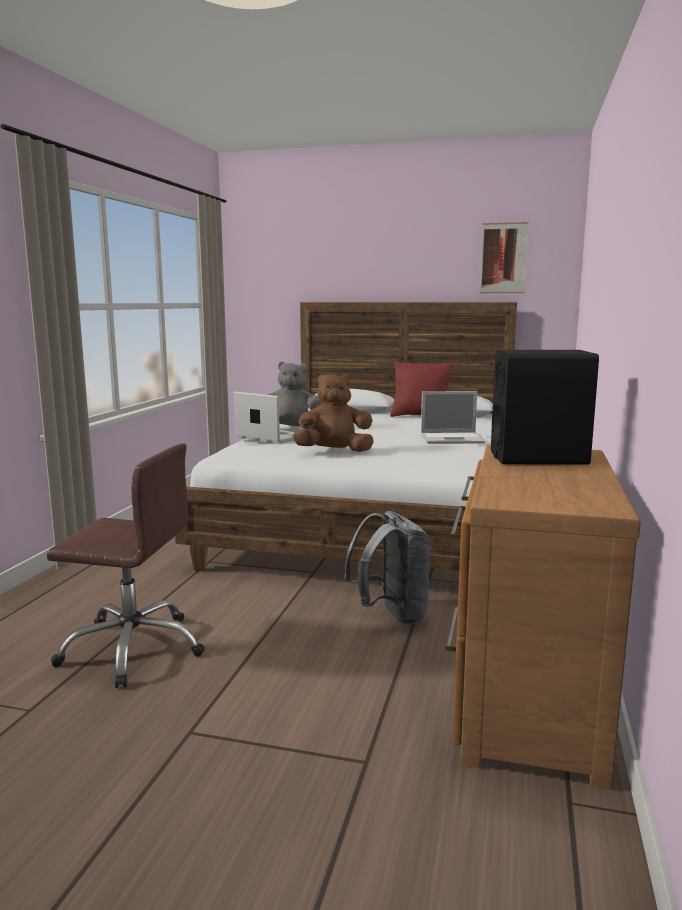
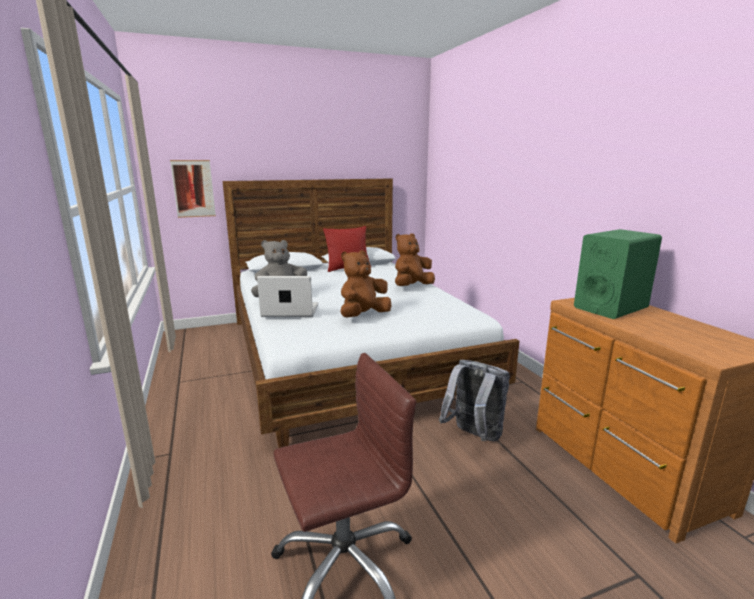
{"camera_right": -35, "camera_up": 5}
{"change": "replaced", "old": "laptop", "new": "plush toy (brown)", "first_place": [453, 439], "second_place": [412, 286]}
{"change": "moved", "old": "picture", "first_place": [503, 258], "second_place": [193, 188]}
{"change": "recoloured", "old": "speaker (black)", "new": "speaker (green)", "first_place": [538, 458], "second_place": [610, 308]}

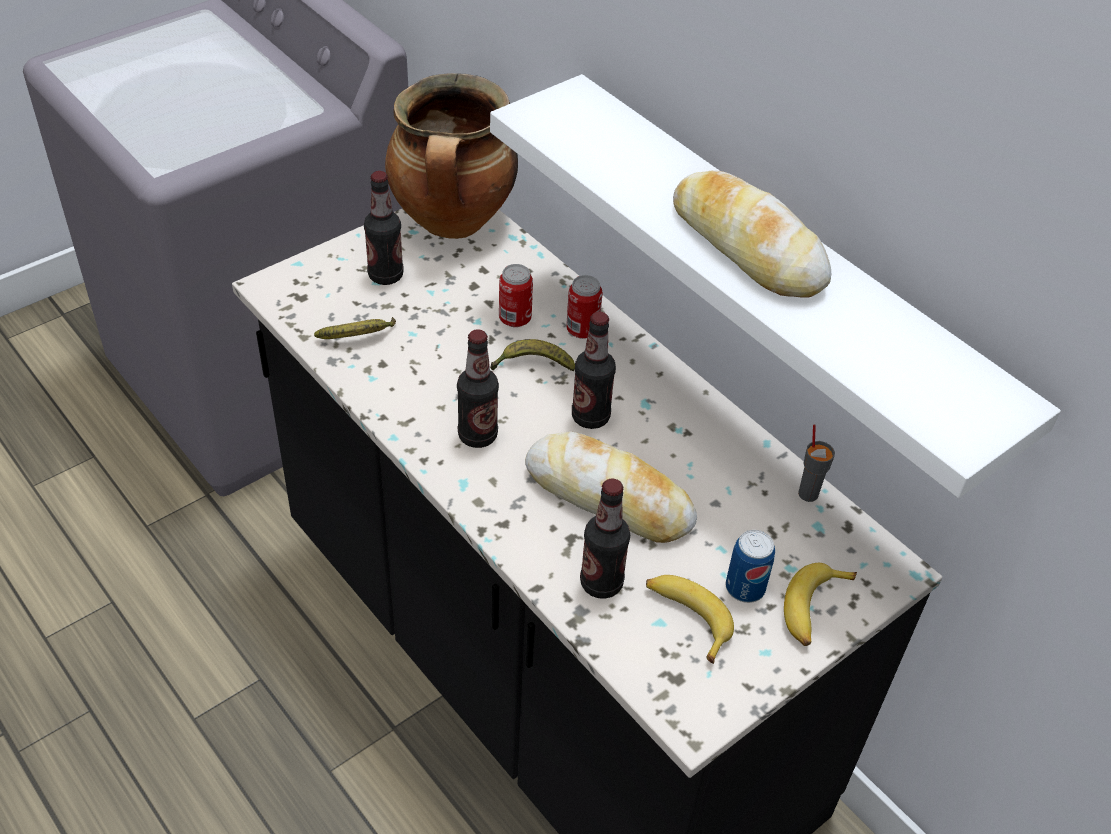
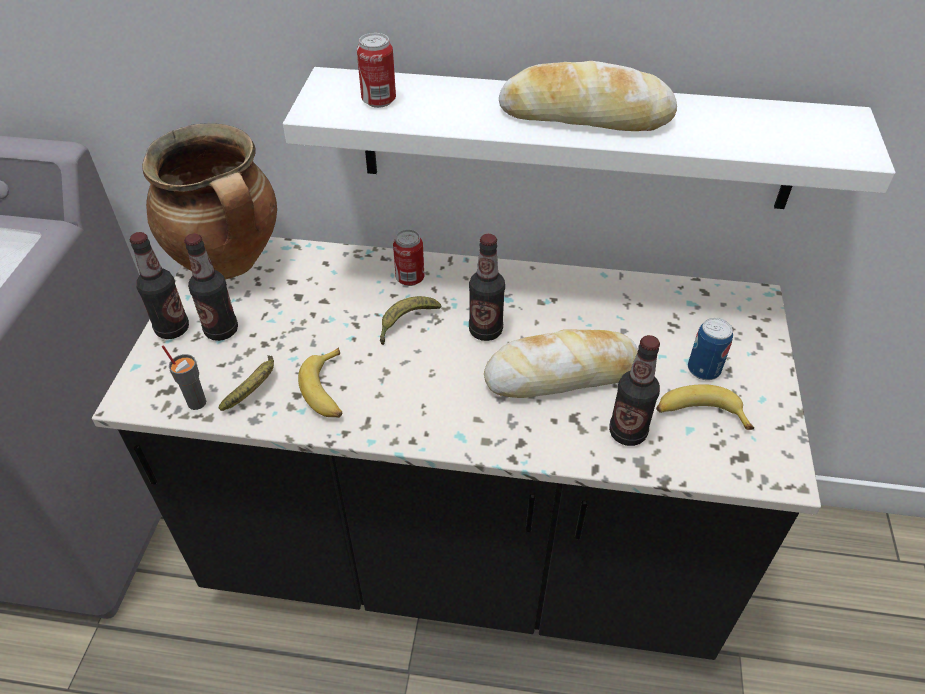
{"camera_right": -40, "camera_up": 0}
{"change": "moved", "old": "bottle", "first_place": [477, 435], "second_place": [172, 329]}
{"change": "moved", "old": "can", "first_place": [515, 319], "second_place": [379, 101]}
{"change": "moved", "old": "banana", "first_place": [814, 610], "second_place": [328, 390]}
{"change": "moved", "old": "cup (grey)", "first_place": [808, 493], "second_place": [196, 402]}

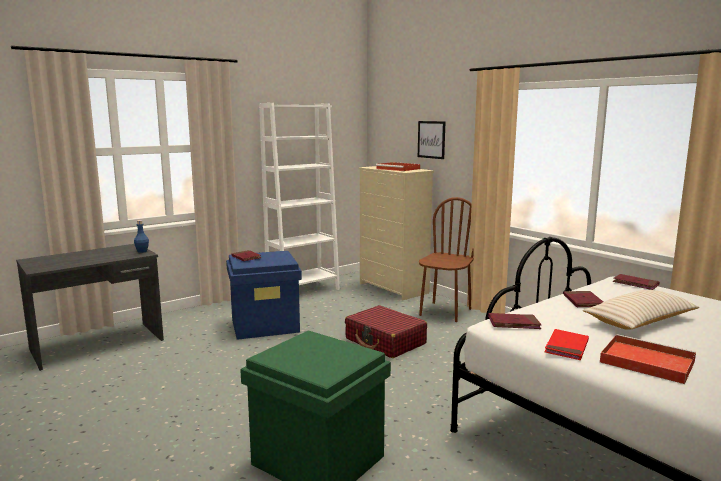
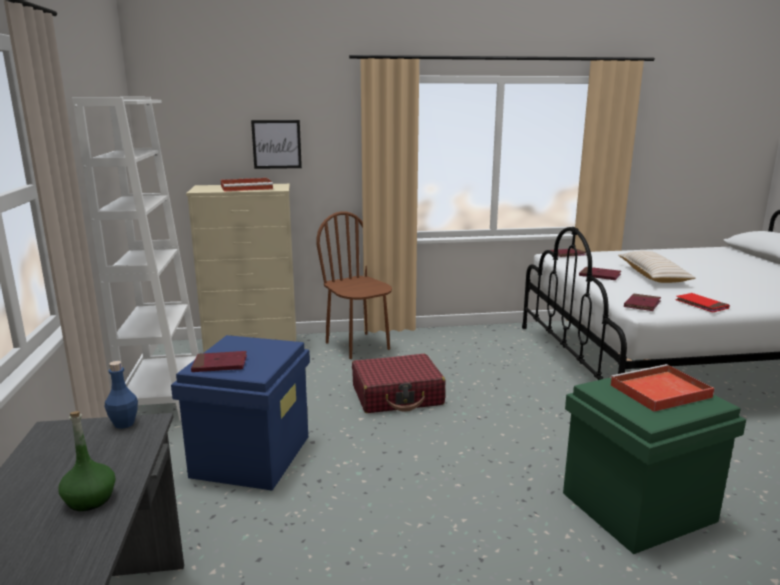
{"camera_right": -60, "camera_up": 5}
{"change": "moved", "old": "tray (red)", "first_place": [645, 361], "second_place": [659, 391]}
{"change": "added", "new": "bottle (green)", "second_place": [90, 499]}

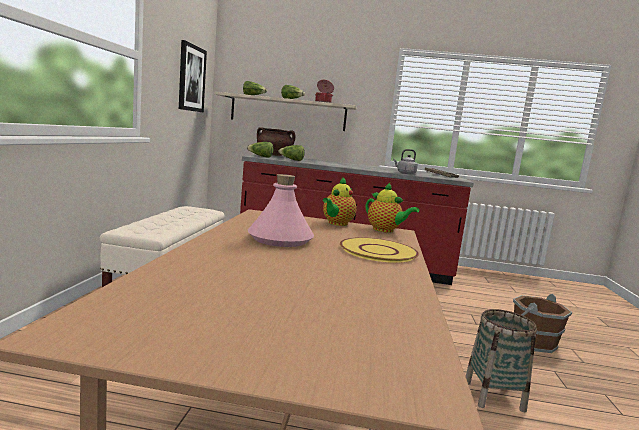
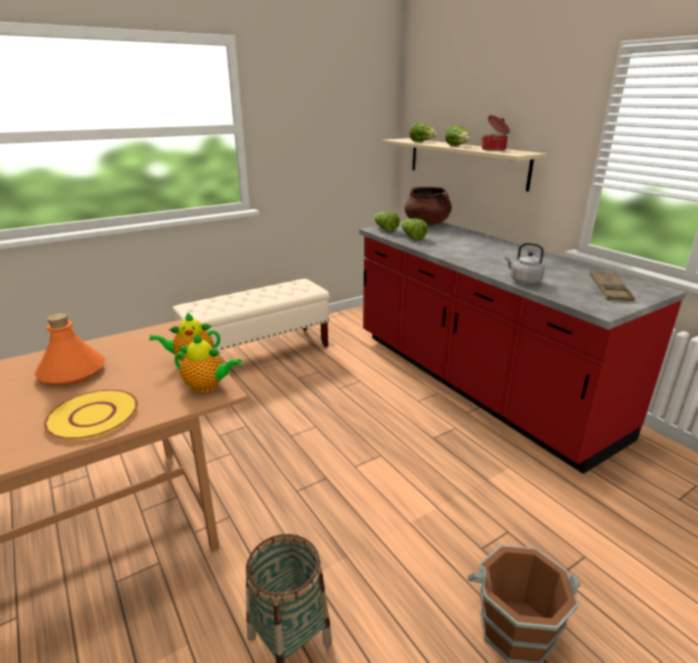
{"camera_right": 50, "camera_up": 15}
{"change": "removed", "old": "picture", "first_place": [191, 78]}
{"change": "recoloured", "old": "bottle (pink)", "new": "bottle (orange)", "first_place": [280, 239], "second_place": [73, 372]}
{"change": "turned", "old": "teapot", "first_place": [385, 230], "second_place": [207, 386], "degrees": -75}

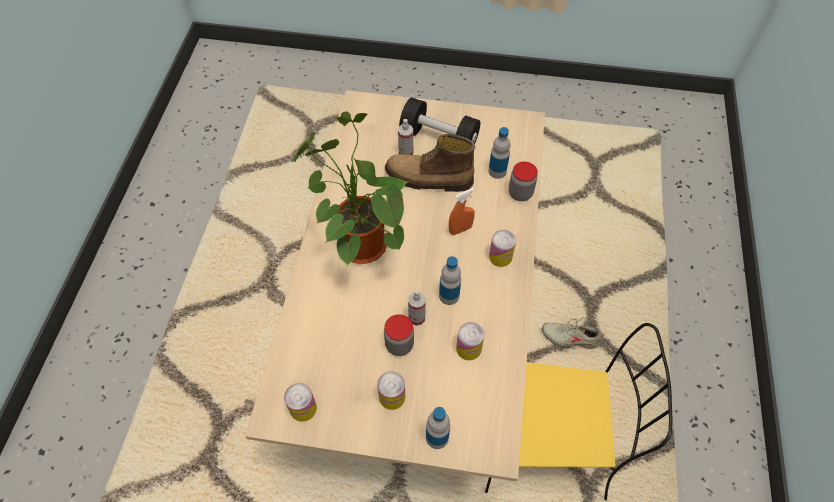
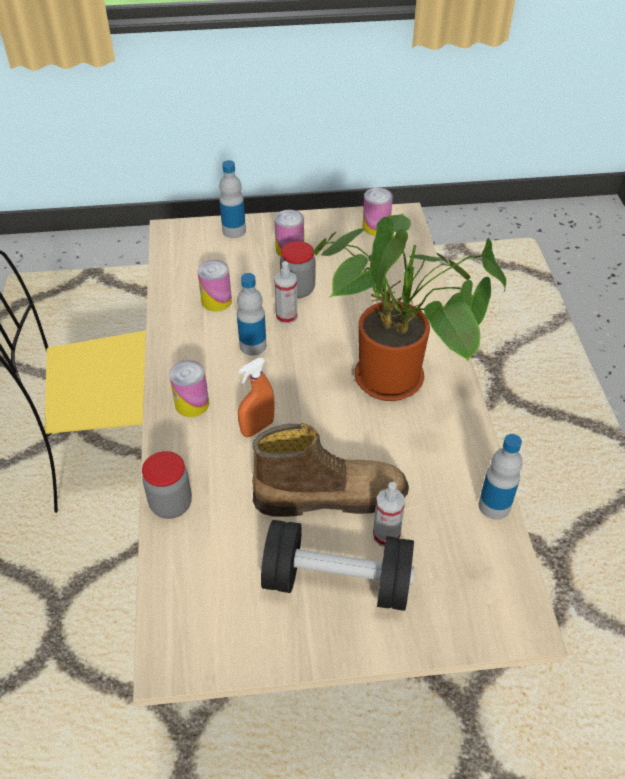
{"camera_right": 165, "camera_up": -10}
{"change": "moved", "old": "bottle", "first_place": [497, 171], "second_place": [494, 506]}
{"change": "removed", "old": "shoe (beige)", "first_place": [570, 337]}

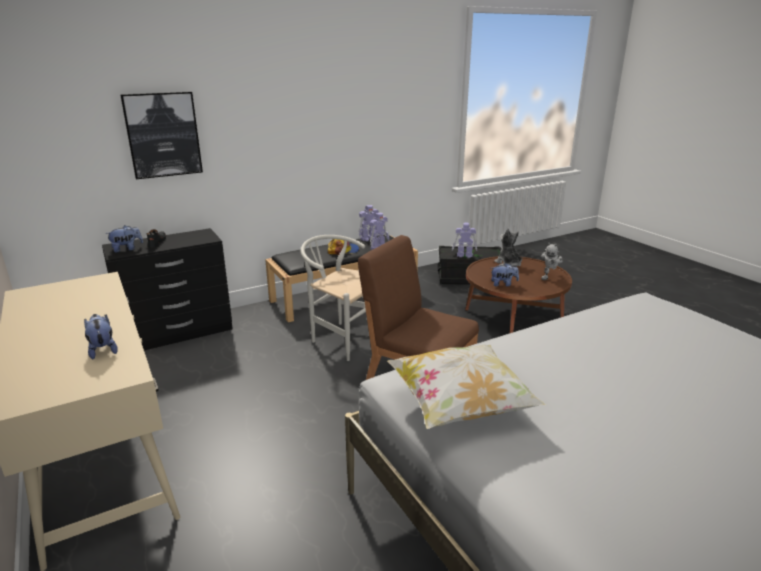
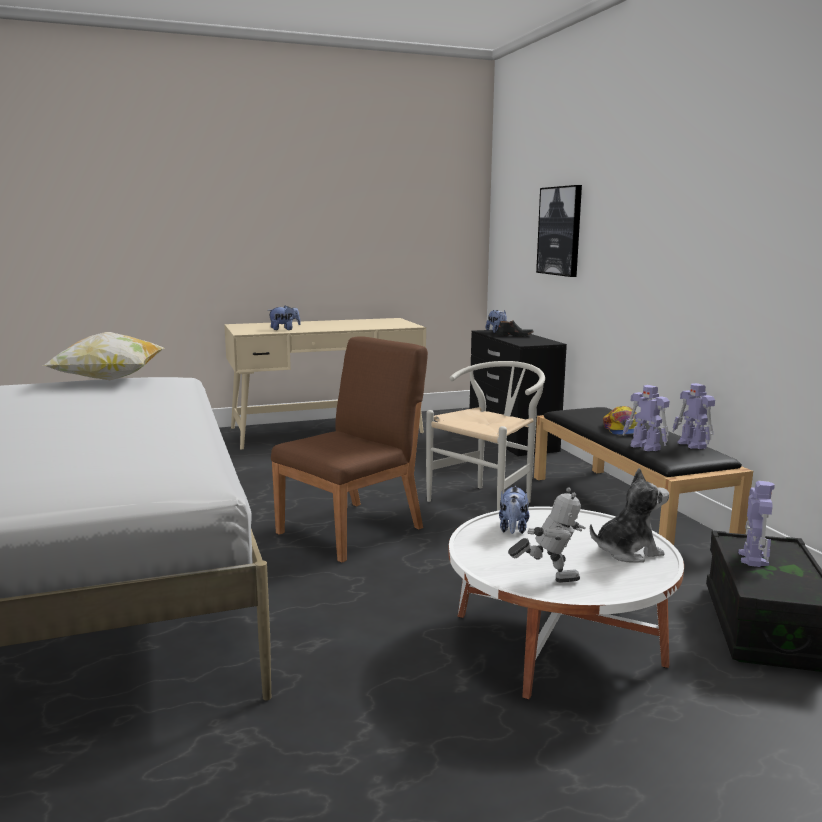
{"camera_right": 100, "camera_up": -10}
{"change": "recoloured", "old": "coffee table (brown)", "new": "coffee table (white)", "first_place": [513, 315], "second_place": [557, 640]}
{"change": "turned", "old": "toy robot", "first_place": [549, 277], "second_place": [548, 578], "degrees": 135}

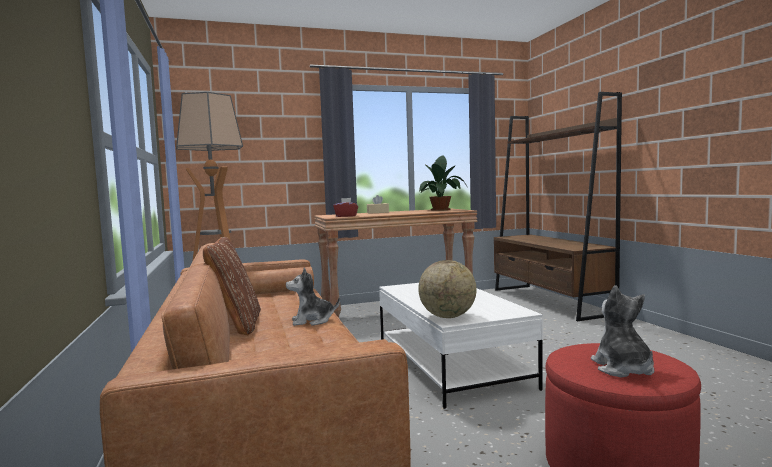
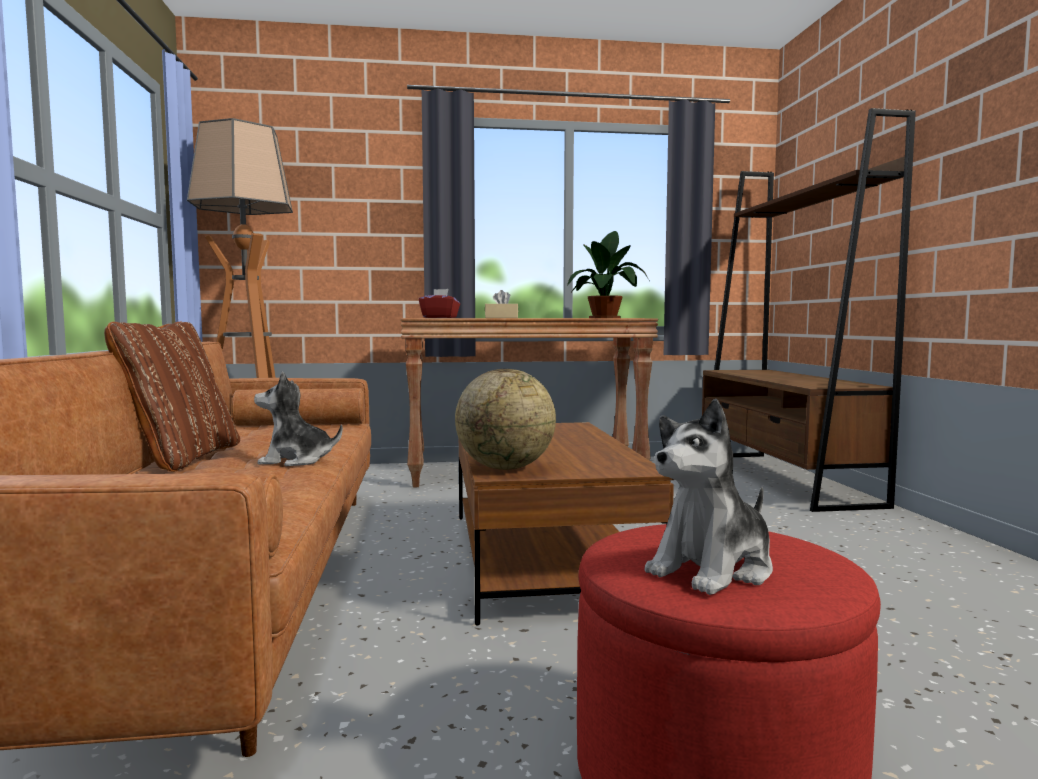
{"camera_right": 10, "camera_up": 0}
{"change": "recoloured", "old": "coffee table (white)", "new": "coffee table (brown)", "first_place": [450, 364], "second_place": [543, 557]}
{"change": "turned", "old": "plush toy", "first_place": [622, 369], "second_place": [713, 569], "degrees": -135}

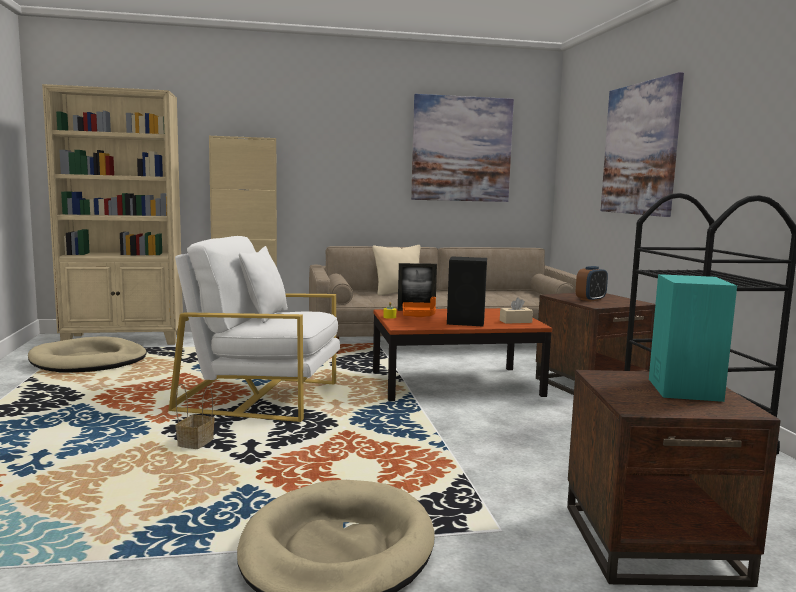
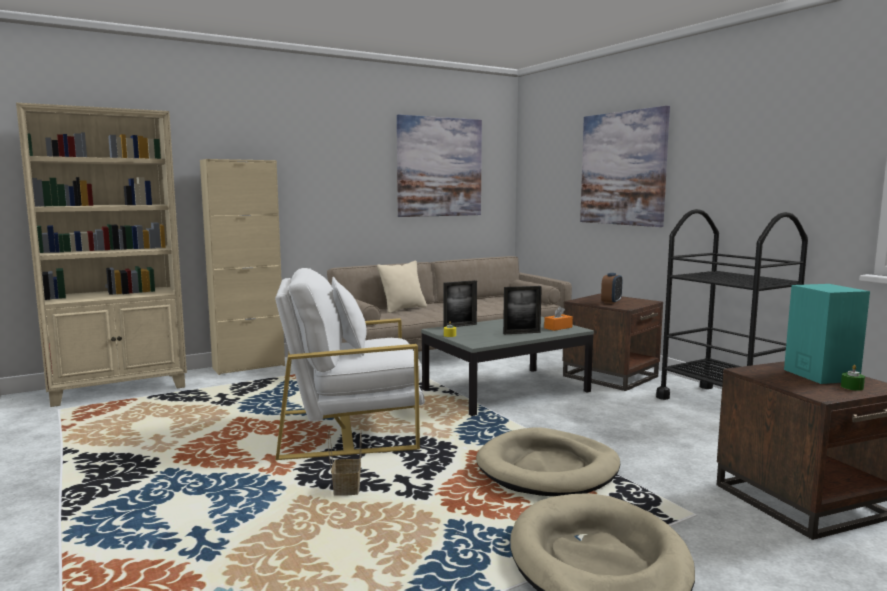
{"camera_right": -20, "camera_up": 0}
{"change": "moved", "old": "dog bed (beige)", "first_place": [89, 361], "second_place": [548, 468]}
{"change": "recoloured", "old": "coffee table (brown)", "new": "coffee table (grey)", "first_place": [455, 384], "second_place": [506, 390]}
{"change": "removed", "old": "tray (orange)", "first_place": [419, 316]}
{"change": "replaced", "old": "speaker (black)", "new": "picture frame", "first_place": [467, 322], "second_place": [521, 333]}
{"change": "recoloured", "old": "tissue box (beige)", "new": "tissue box (orange)", "first_place": [515, 321], "second_place": [558, 327]}
{"change": "added", "new": "candle (green)", "second_place": [852, 387]}

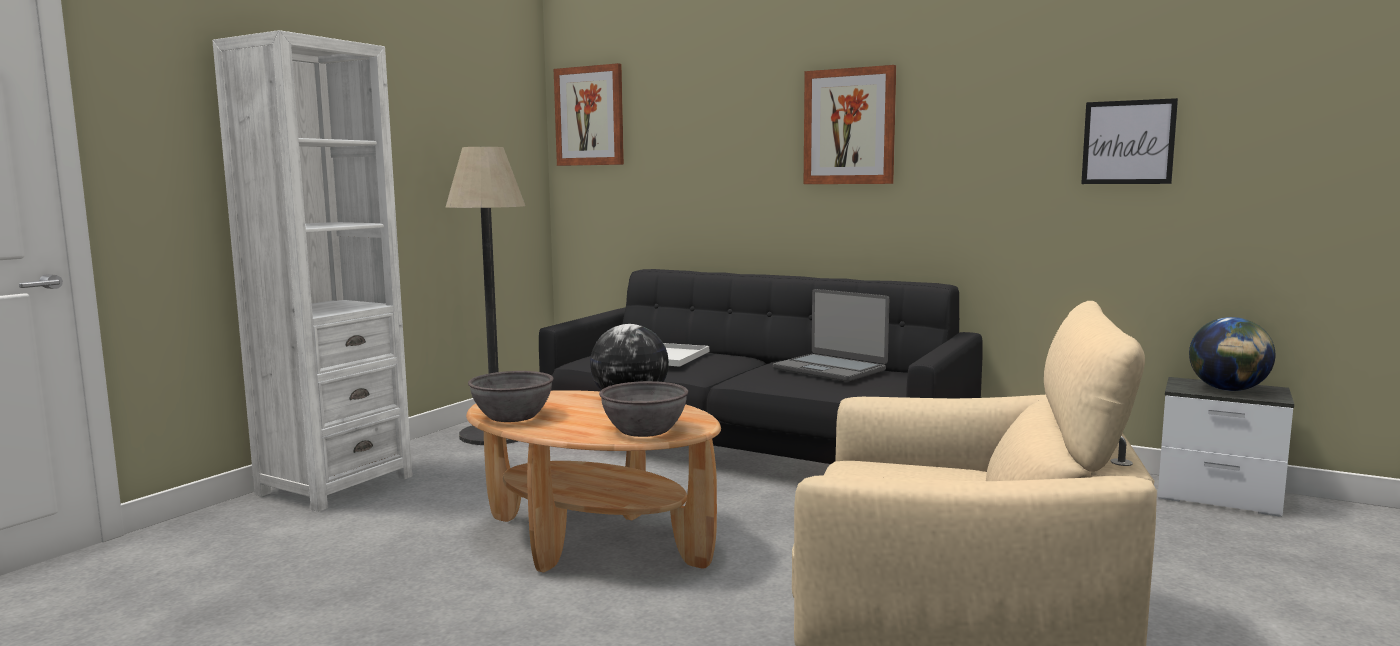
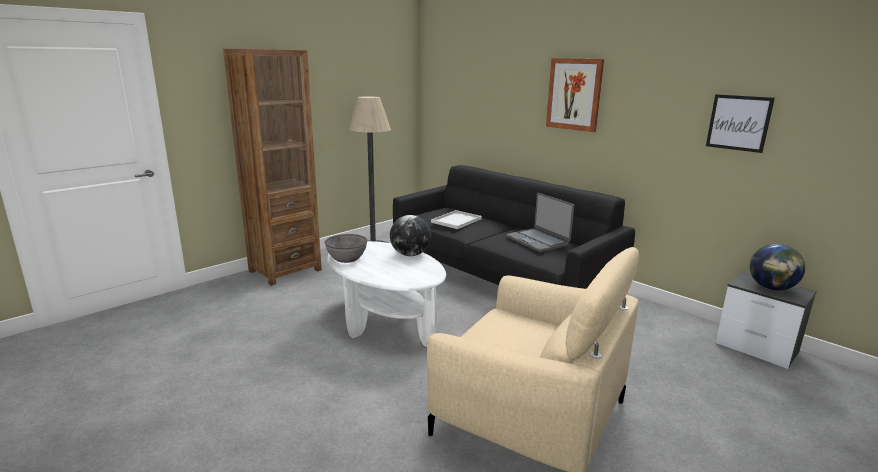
{"camera_right": 15, "camera_up": 10}
{"change": "recoloured", "old": "bookcase (white)", "new": "bookcase (brown)", "first_place": [335, 485], "second_place": [285, 270]}
{"change": "recoloured", "old": "coffee table (brown)", "new": "coffee table (white)", "first_place": [593, 541], "second_place": [385, 323]}
{"change": "removed", "old": "picture", "first_place": [589, 116]}
{"change": "removed", "old": "bowl (grey)", "first_place": [644, 430]}

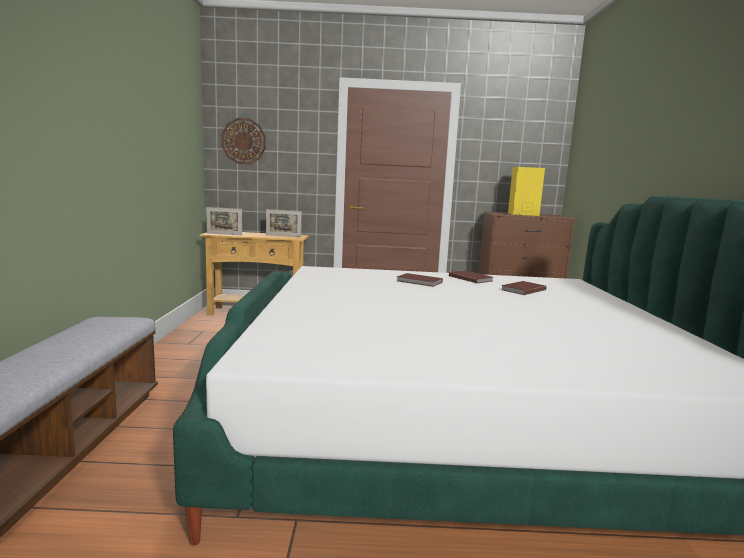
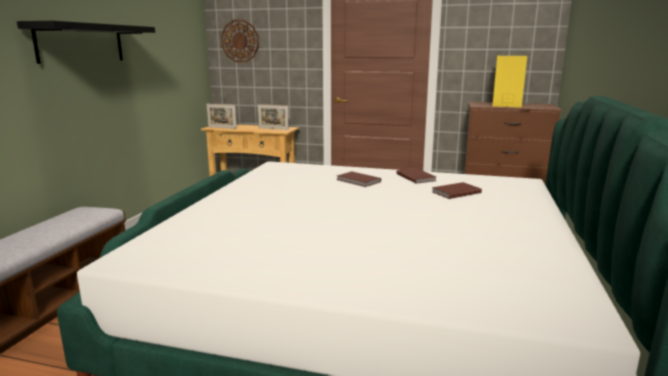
{"camera_right": 15, "camera_up": 5}
{"change": "added", "new": "shelf (black)", "second_place": [81, 43]}

